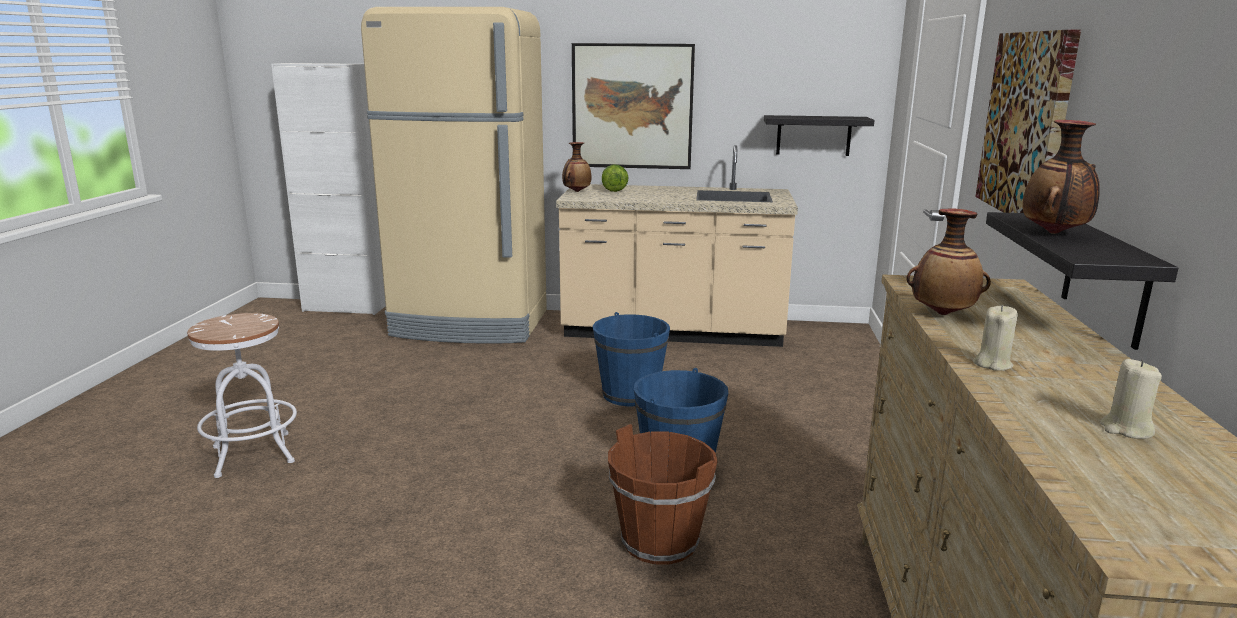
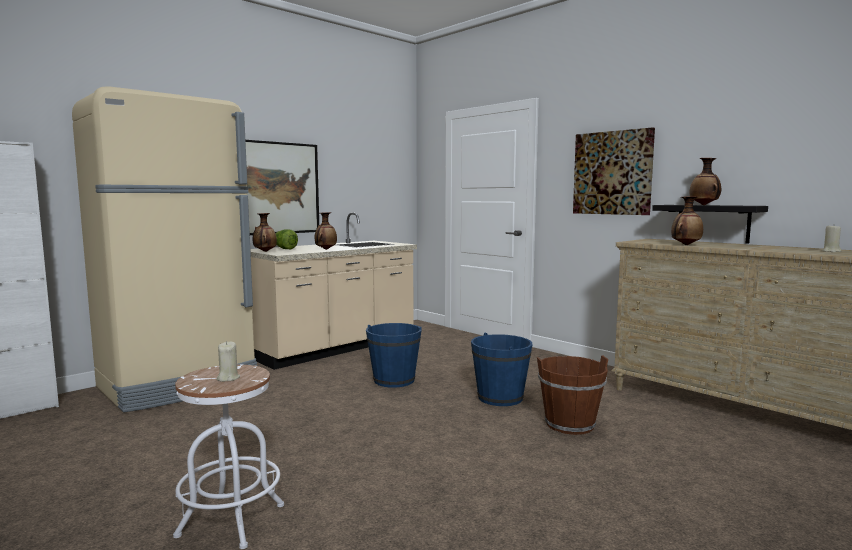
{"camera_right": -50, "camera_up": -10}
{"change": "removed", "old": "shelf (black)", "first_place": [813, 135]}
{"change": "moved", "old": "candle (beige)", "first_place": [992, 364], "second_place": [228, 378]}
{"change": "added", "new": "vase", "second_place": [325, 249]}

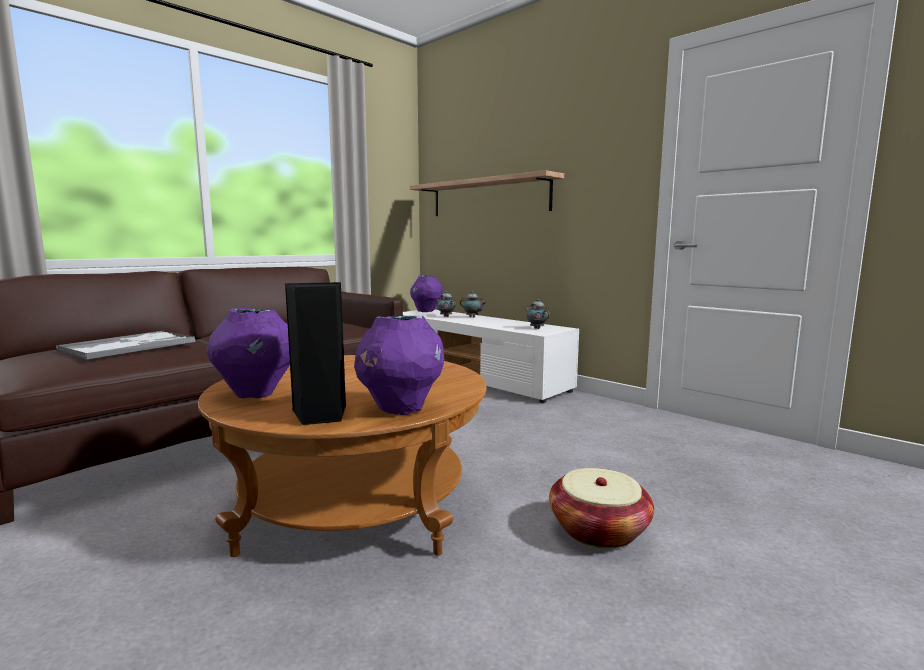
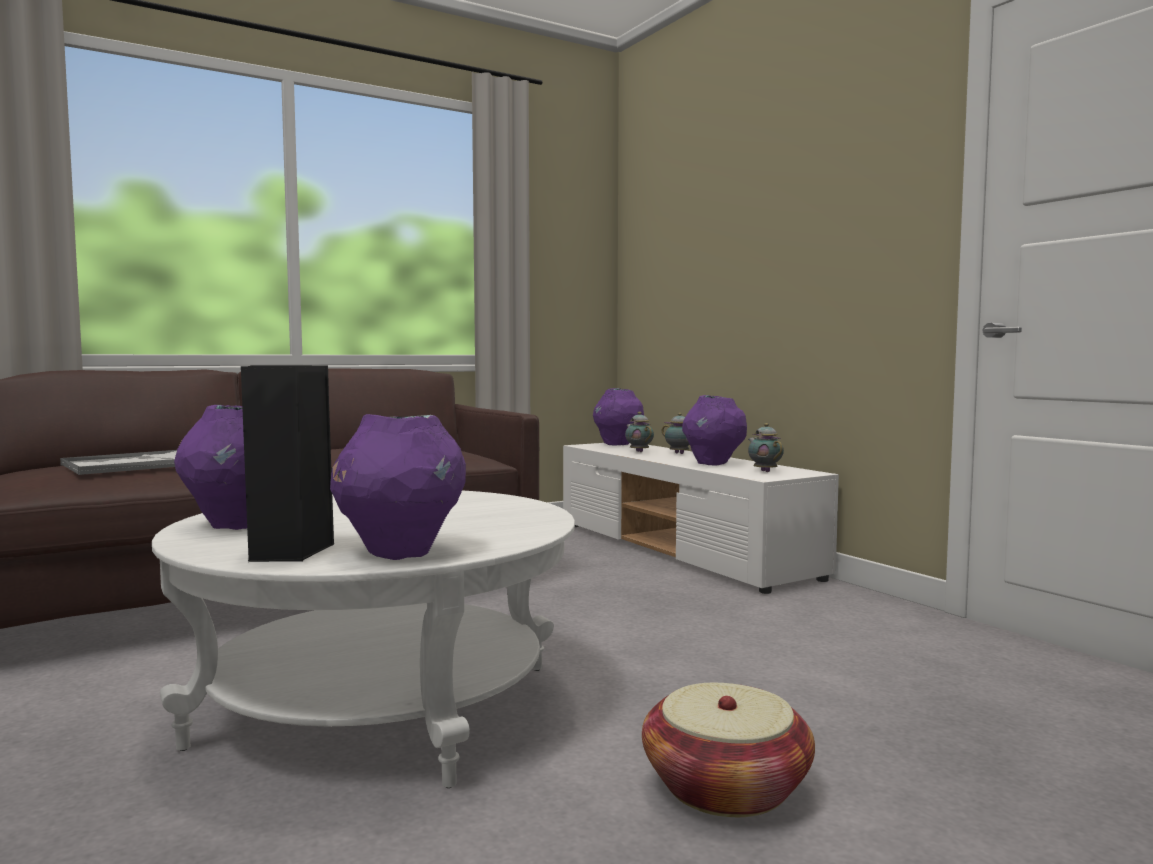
{"camera_right": 15, "camera_up": -5}
{"change": "recoloured", "old": "coffee table (brown)", "new": "coffee table (white)", "first_place": [354, 504], "second_place": [380, 704]}
{"change": "removed", "old": "shelf", "first_place": [488, 197]}
{"change": "added", "new": "vase (purple)", "second_place": [713, 463]}

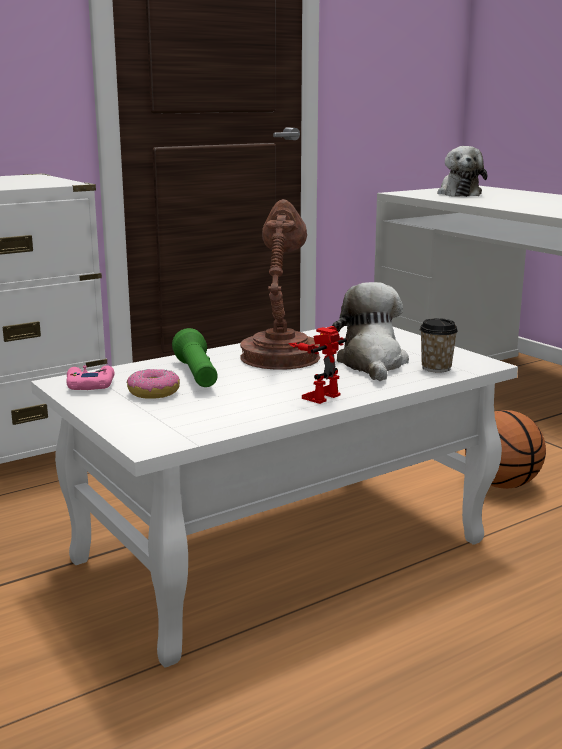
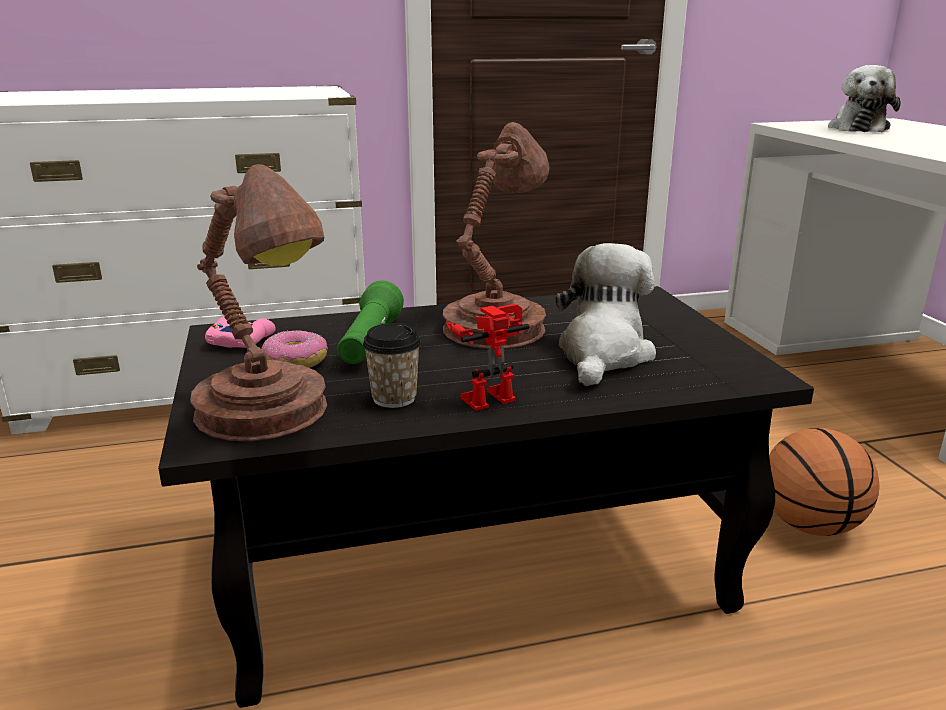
{"camera_right": 20, "camera_up": 5}
{"change": "recoloured", "old": "coffee table (white)", "new": "coffee table (black)", "first_place": [278, 551], "second_place": [469, 567]}
{"change": "moved", "old": "cup", "first_place": [436, 368], "second_place": [394, 398]}
{"change": "added", "new": "table lamp (brown)", "second_place": [268, 413]}

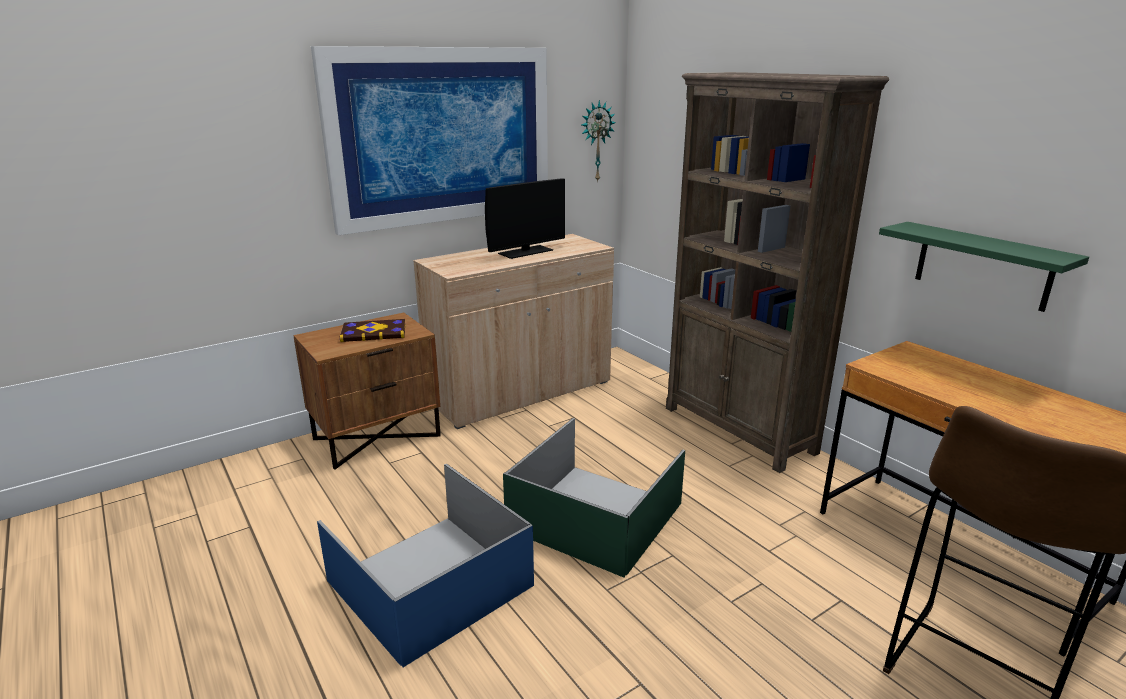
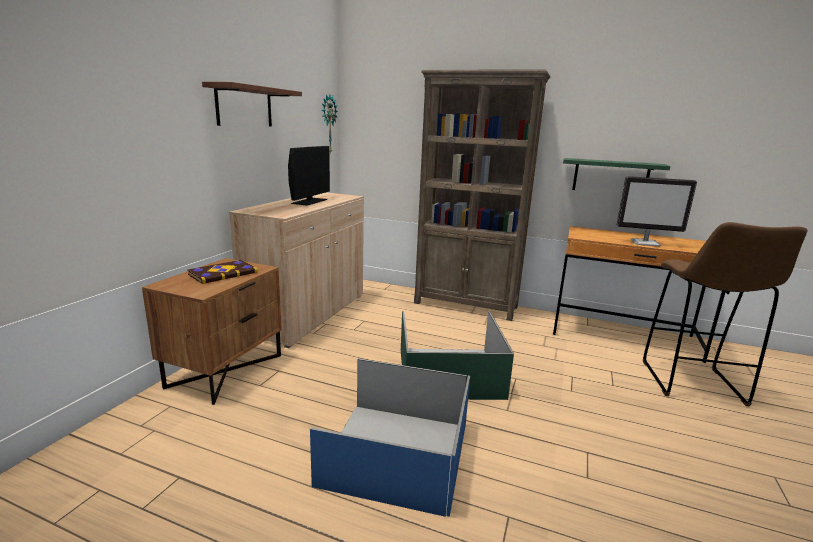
{"camera_right": -35, "camera_up": -5}
{"change": "replaced", "old": "picture", "new": "shelf (brown)", "first_place": [443, 136], "second_place": [244, 106]}
{"change": "added", "new": "monitor", "second_place": [645, 243]}

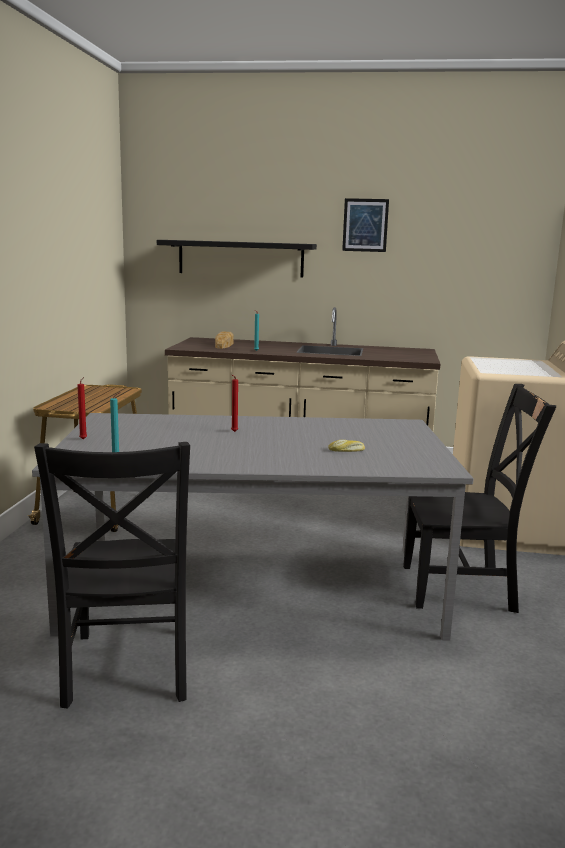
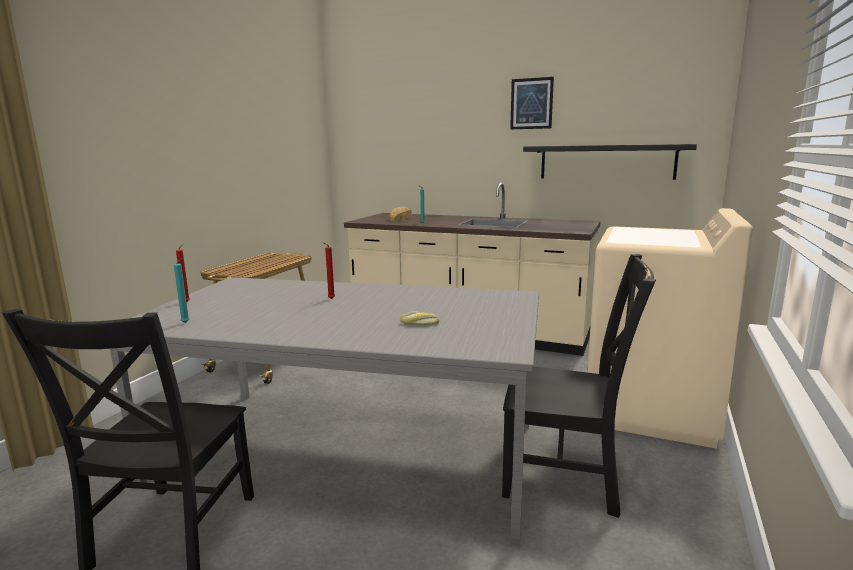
{"camera_right": 15, "camera_up": 0}
{"change": "moved", "old": "shelf (black)", "first_place": [240, 258], "second_place": [606, 162]}

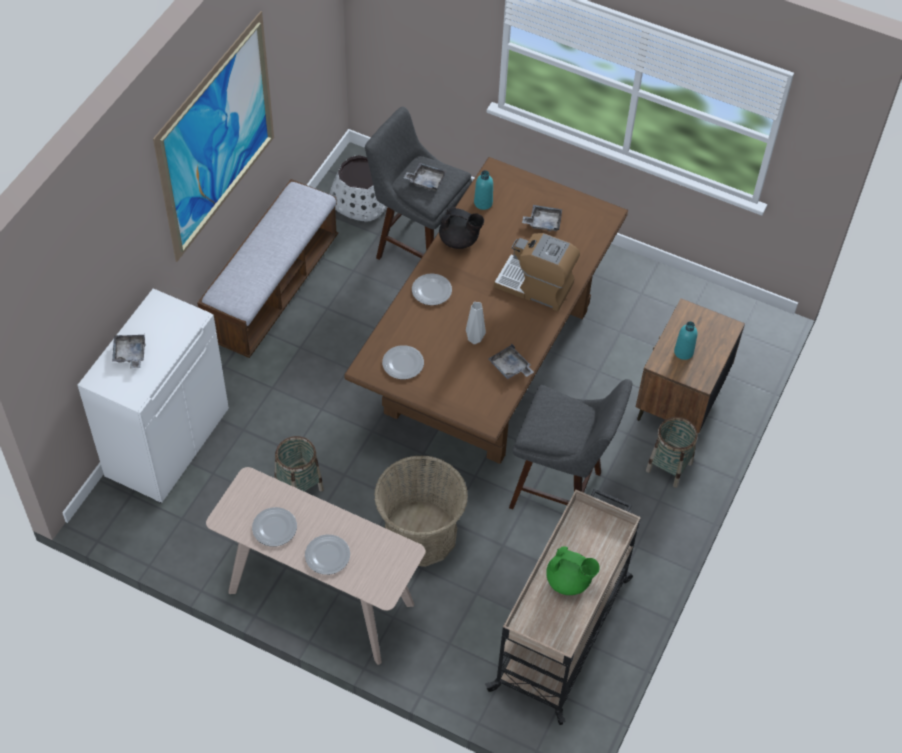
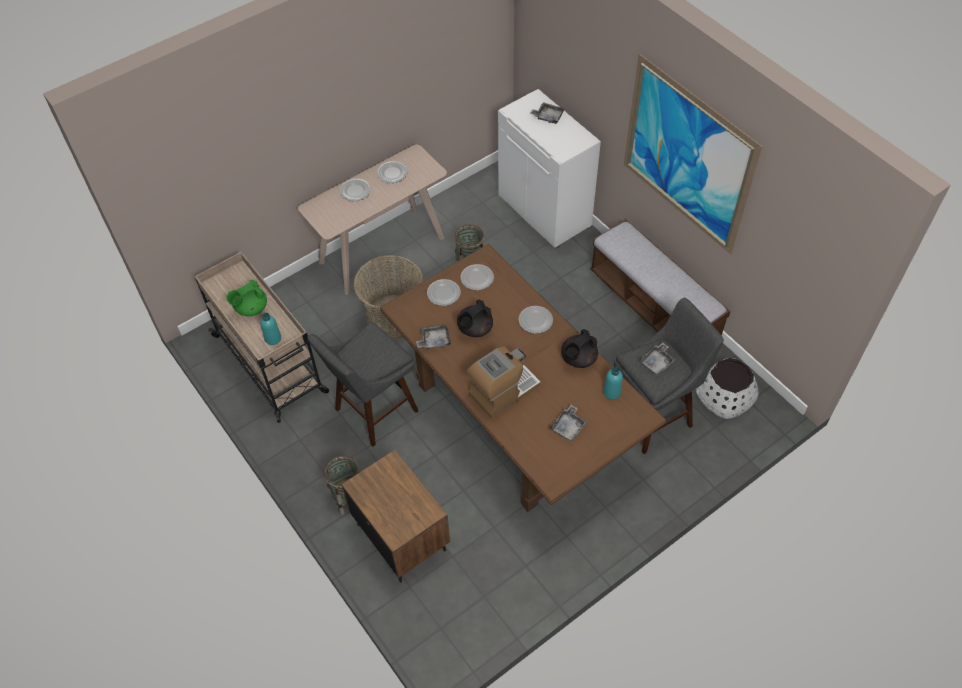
{"camera_right": 120, "camera_up": 0}
{"change": "replaced", "old": "vase (grey)", "new": "teapot (black)", "first_place": [474, 338], "second_place": [474, 329]}
{"change": "moved", "old": "bottle (turquoise)", "first_place": [683, 352], "second_place": [273, 338]}
{"change": "added", "new": "plate", "second_place": [444, 294]}

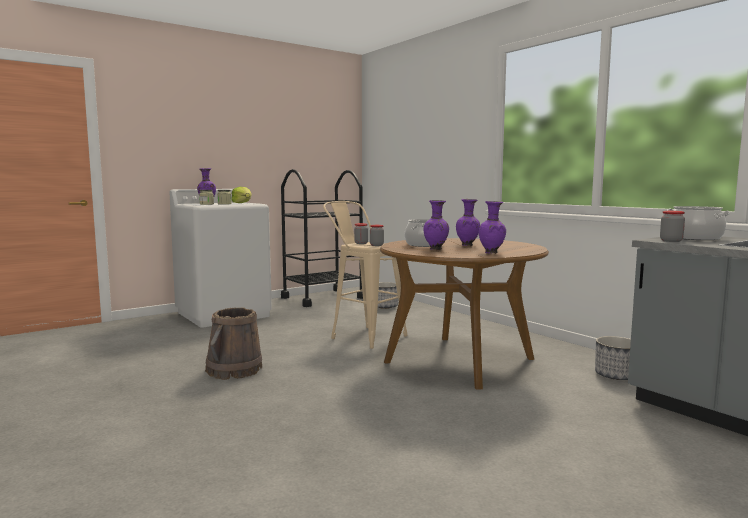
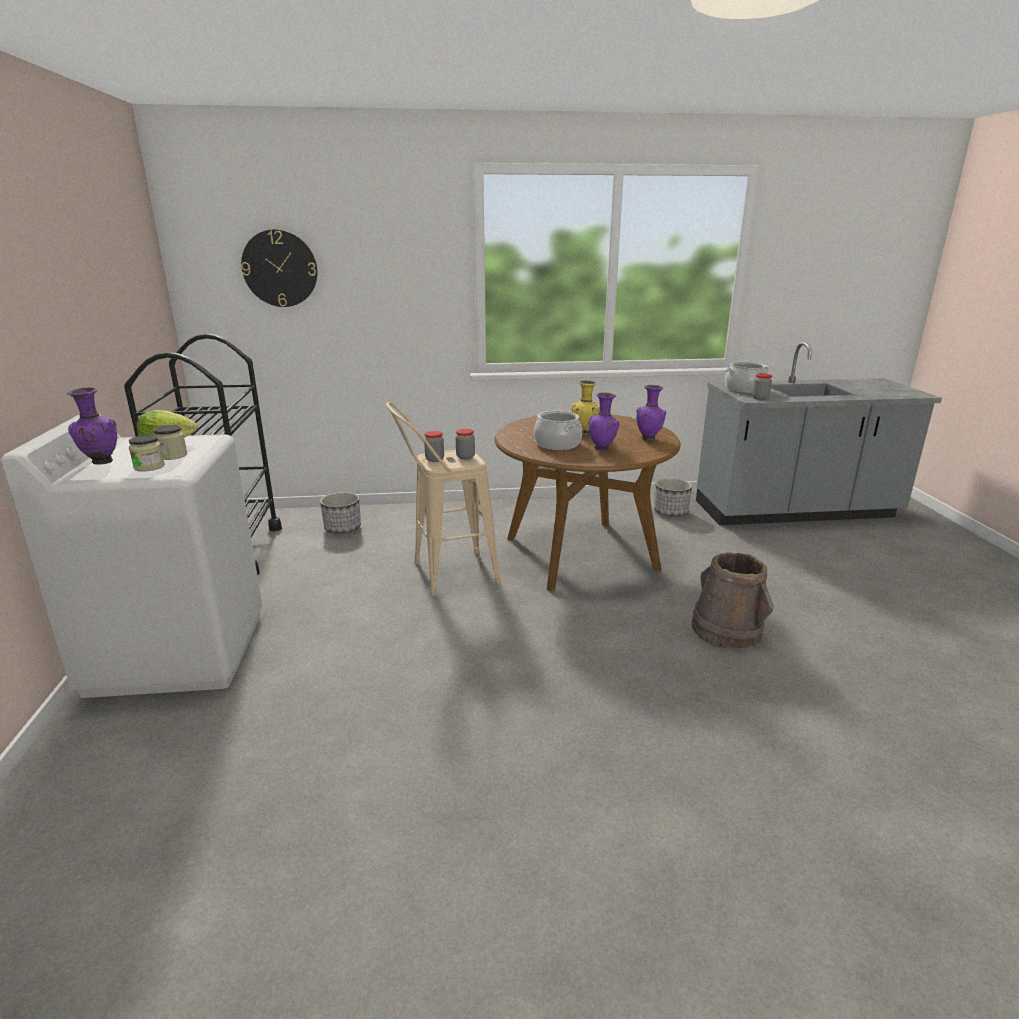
{"camera_right": -60, "camera_up": 15}
{"change": "moved", "old": "bucket (brown)", "first_place": [234, 370], "second_place": [726, 630]}
{"change": "recoloured", "old": "vase (purple)", "new": "vase (yellow)", "first_place": [468, 245], "second_place": [585, 433]}
{"change": "added", "new": "wall clock", "second_place": [280, 268]}

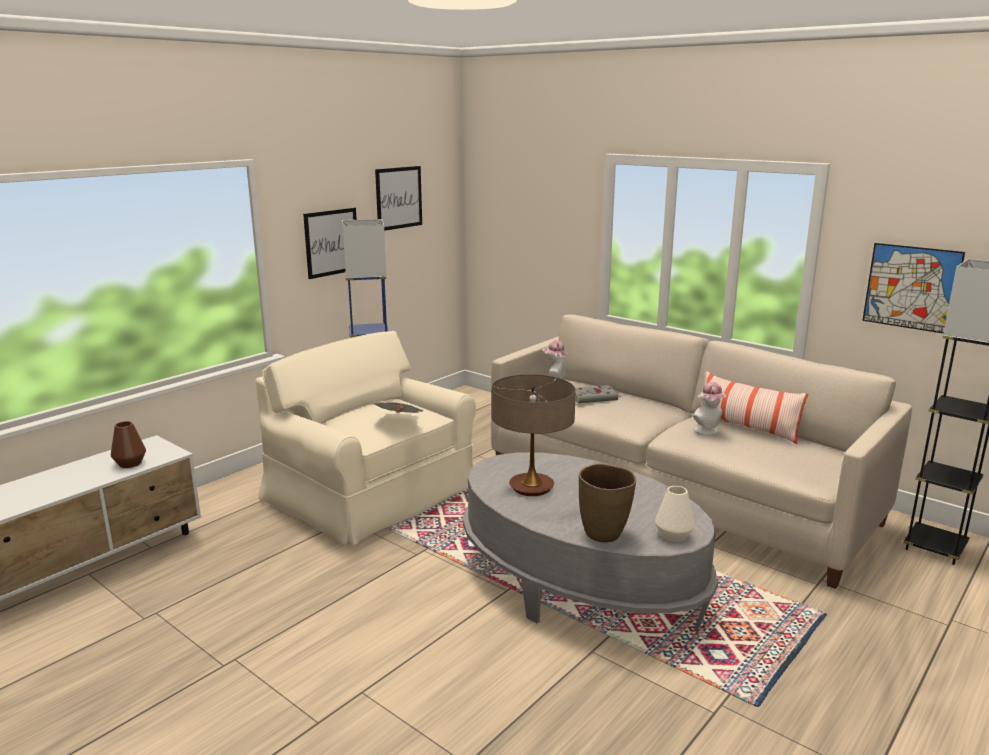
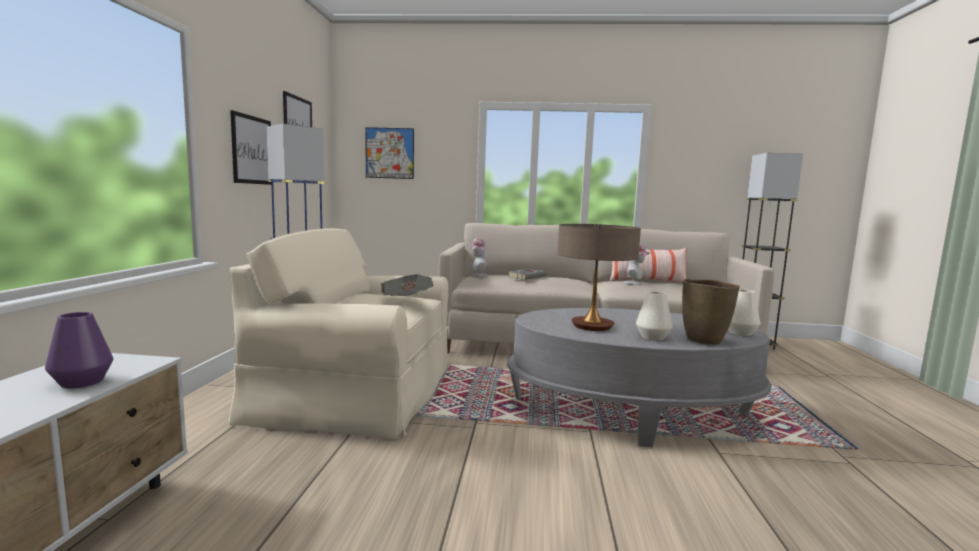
{"camera_right": -35, "camera_up": -10}
{"change": "recoloured", "old": "vase (brown)", "new": "vase (purple)", "first_place": [130, 463], "second_place": [82, 382]}
{"change": "moved", "old": "picture", "first_place": [911, 287], "second_place": [389, 153]}
{"change": "added", "new": "vase (white)", "second_place": [652, 337]}

